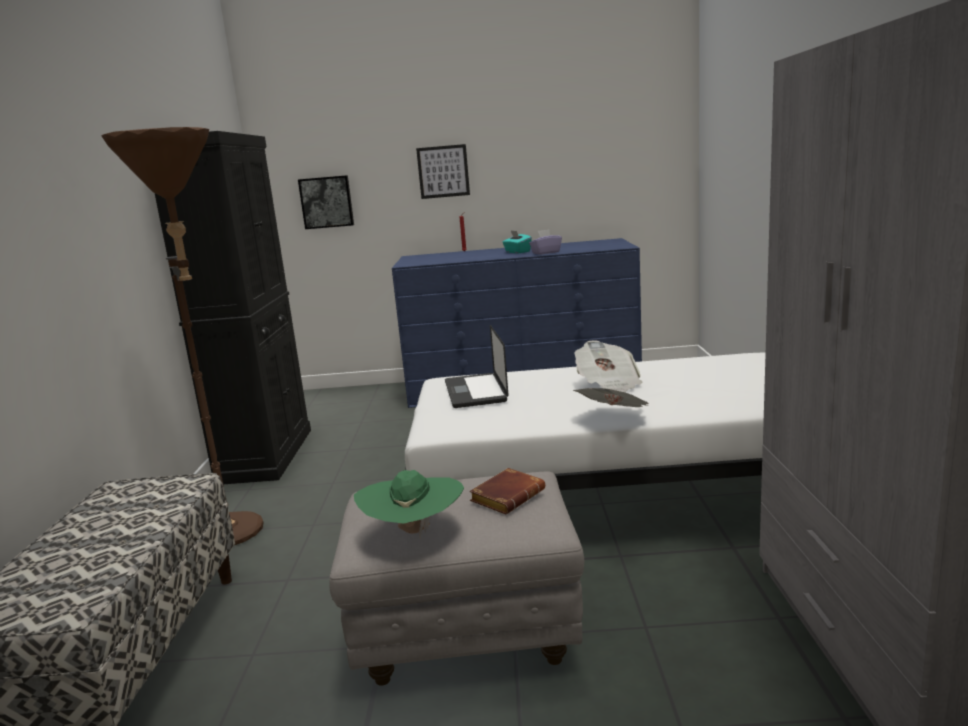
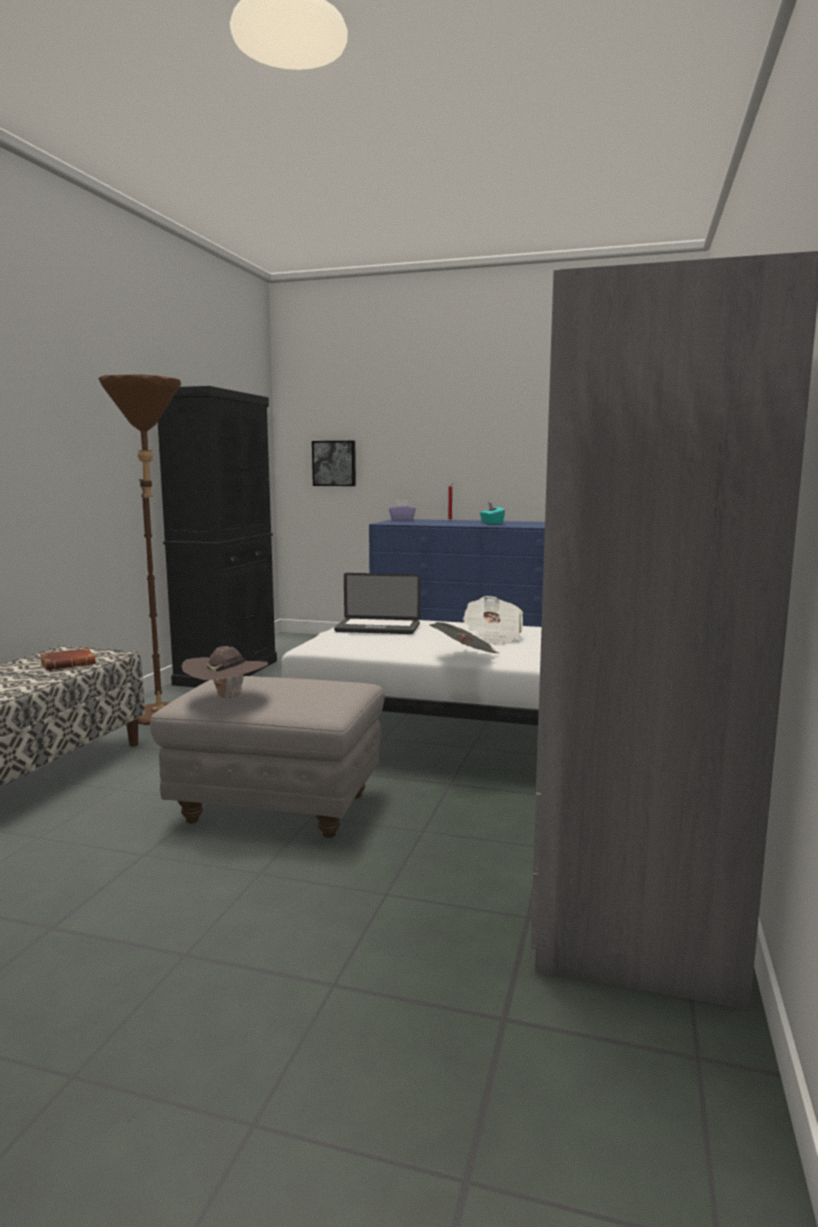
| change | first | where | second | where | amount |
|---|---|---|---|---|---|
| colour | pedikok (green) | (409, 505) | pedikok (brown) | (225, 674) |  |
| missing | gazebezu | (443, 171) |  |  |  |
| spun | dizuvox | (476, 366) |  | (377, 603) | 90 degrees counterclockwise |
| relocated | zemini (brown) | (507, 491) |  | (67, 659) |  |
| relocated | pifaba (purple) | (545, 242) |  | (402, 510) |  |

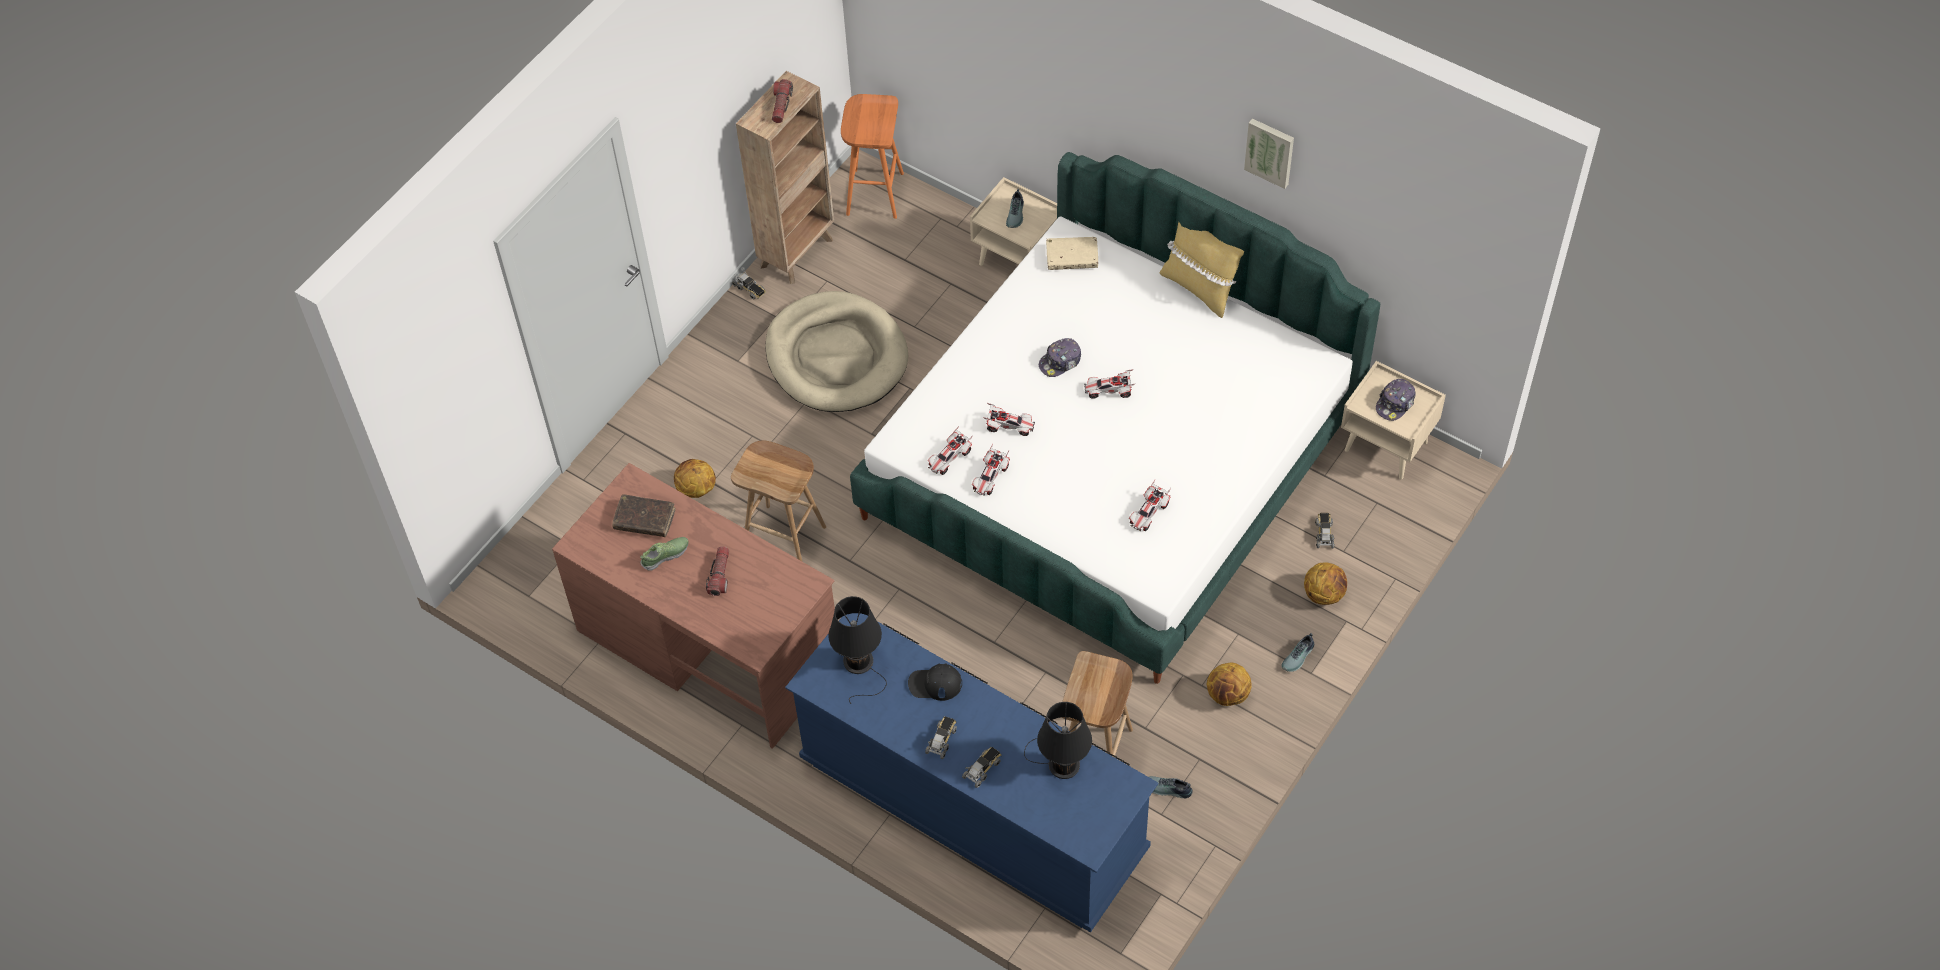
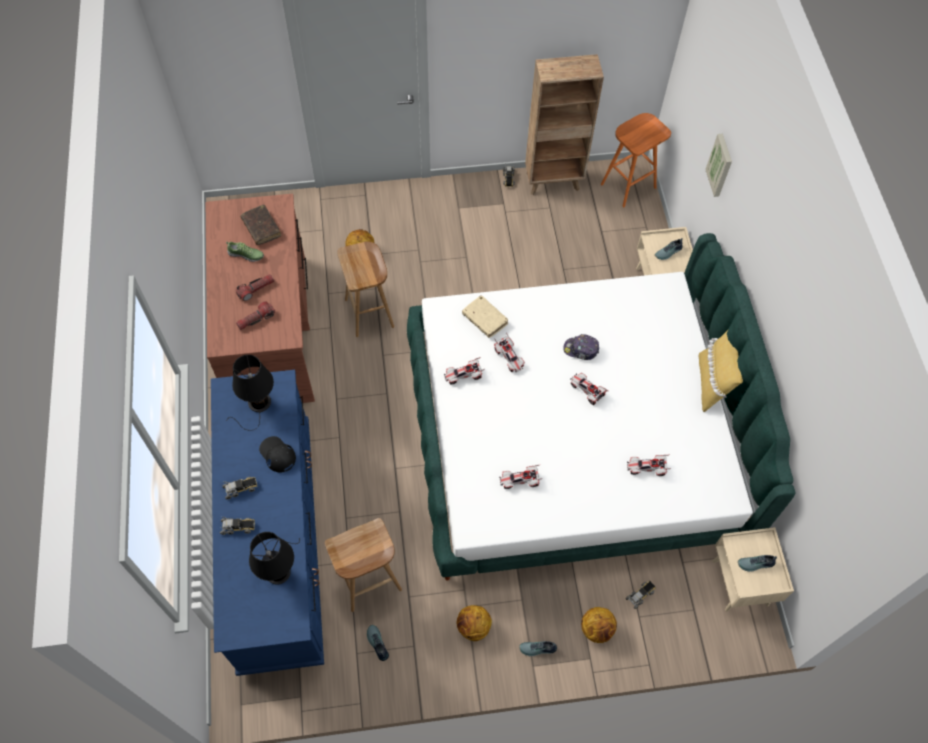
| change | first | where | second | where | amount |
|---|---|---|---|---|---|
| missing | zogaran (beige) | (836, 351) |  |  |  |
| relocated | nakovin | (782, 101) |  | (255, 315) |  |
| relocated | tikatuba | (950, 450) |  | (649, 465) |  |
| relocated | zemini (beige) | (1072, 253) |  | (485, 316) |  |
| relocated | gazebezu | (1269, 153) |  | (718, 165) |  |
| exchanged | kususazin | (1396, 400) | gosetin | (757, 563) |  |

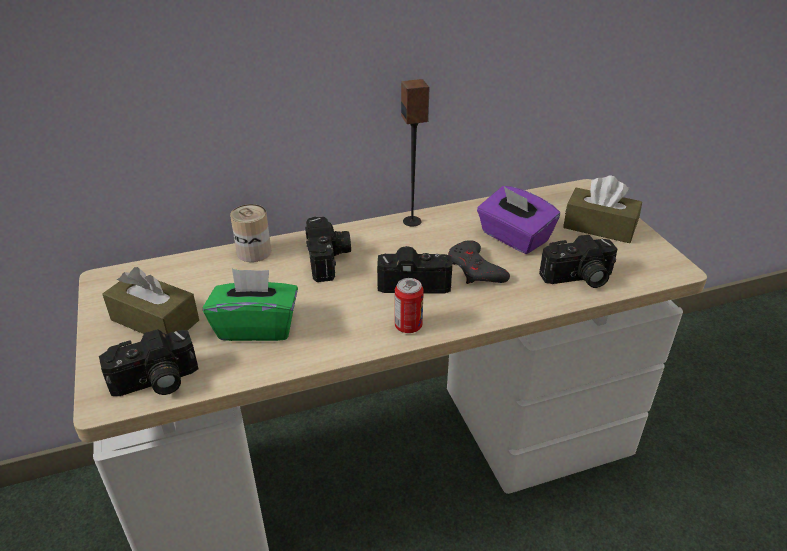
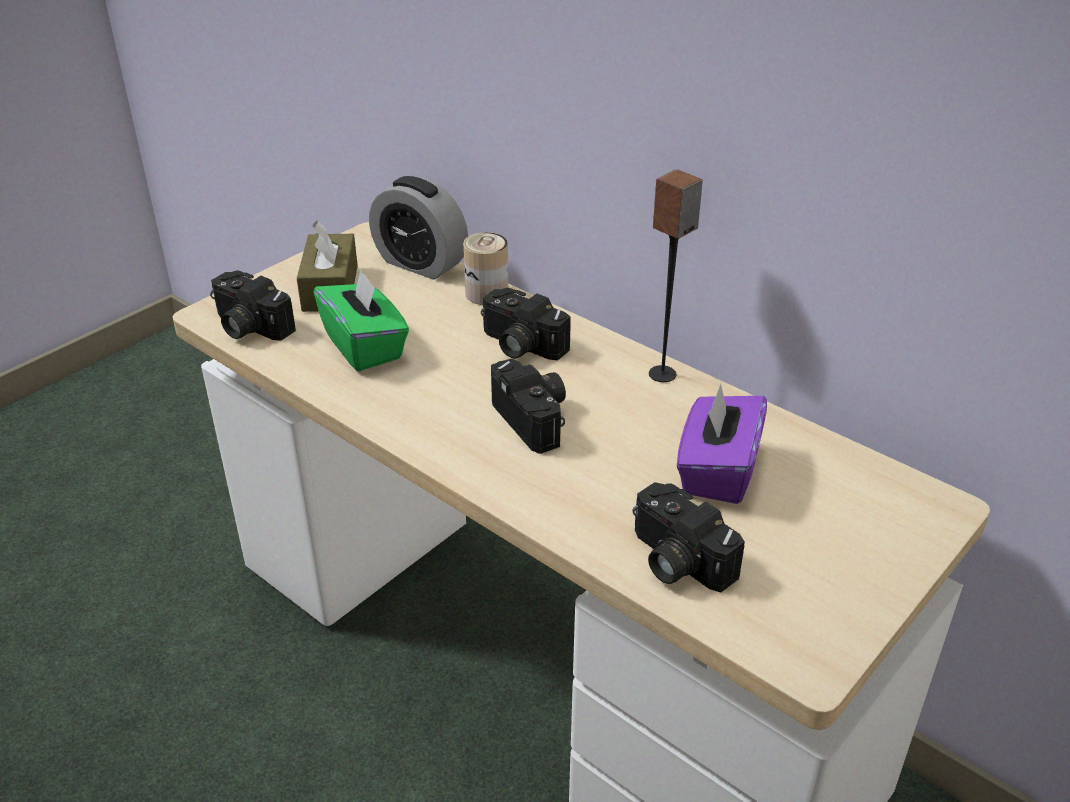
| change | first | where | second | where | amount |
|---|---|---|---|---|---|
| spun | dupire | (328, 249) |  | (526, 324) | 75 degrees clockwise |
| missing | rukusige | (409, 305) |  |  |  |
| missing | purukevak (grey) | (479, 262) |  |  |  |
| missing | pifaba (brown) | (602, 209) |  |  |  |
| appeared |  |  | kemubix | (418, 228) |  |

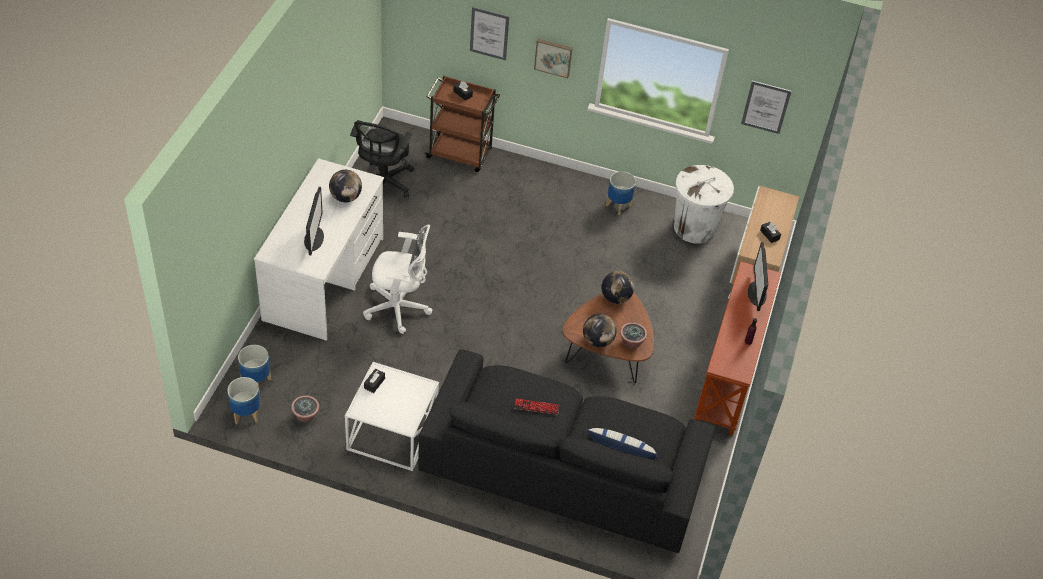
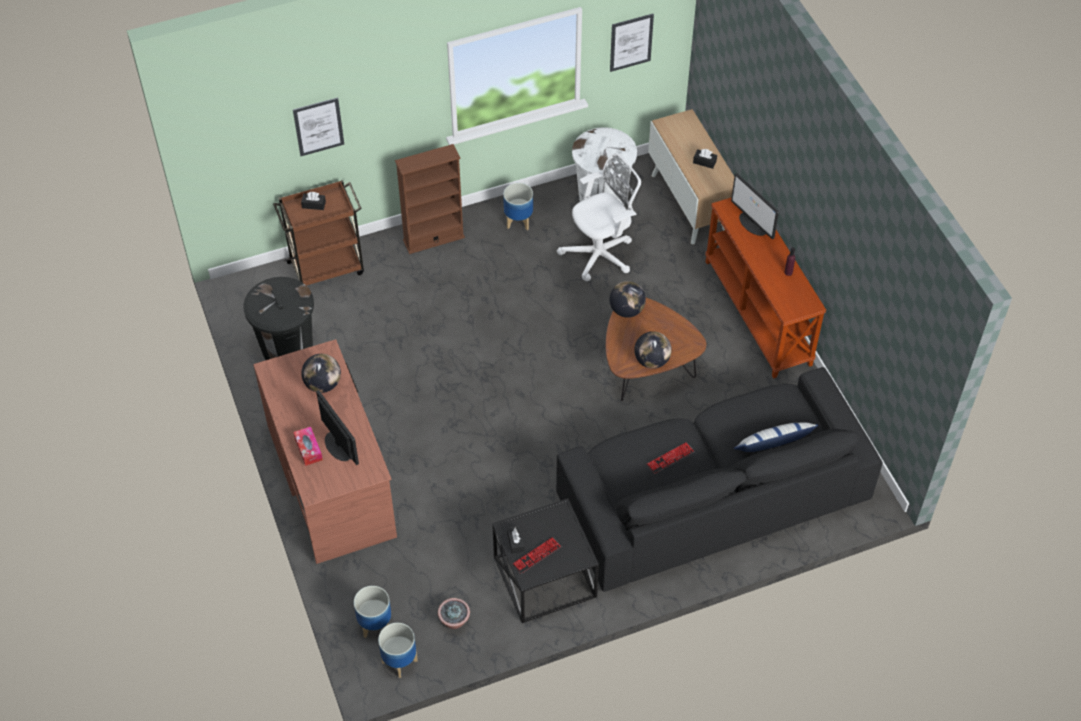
| change | first | where | second | where | amount |
|---|---|---|---|---|---|
| colour | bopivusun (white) | (319, 249) | bopivusun (brown) | (325, 451) |  |
| colour | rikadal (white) | (392, 416) | rikadal (black) | (545, 560) |  |
| exchanged | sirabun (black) | (382, 159) | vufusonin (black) | (279, 318) |  |
| relocated | sirabun (white) | (397, 279) |  | (599, 217) |  |
| missing | gazebezu | (553, 58) |  |  |  |
| missing | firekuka | (633, 336) |  |  |  |
| appeared |  |  | pifaba | (308, 446) |  |
| appeared |  |  | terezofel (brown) | (430, 199) |  |
| appeared |  |  | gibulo | (536, 555) |  |

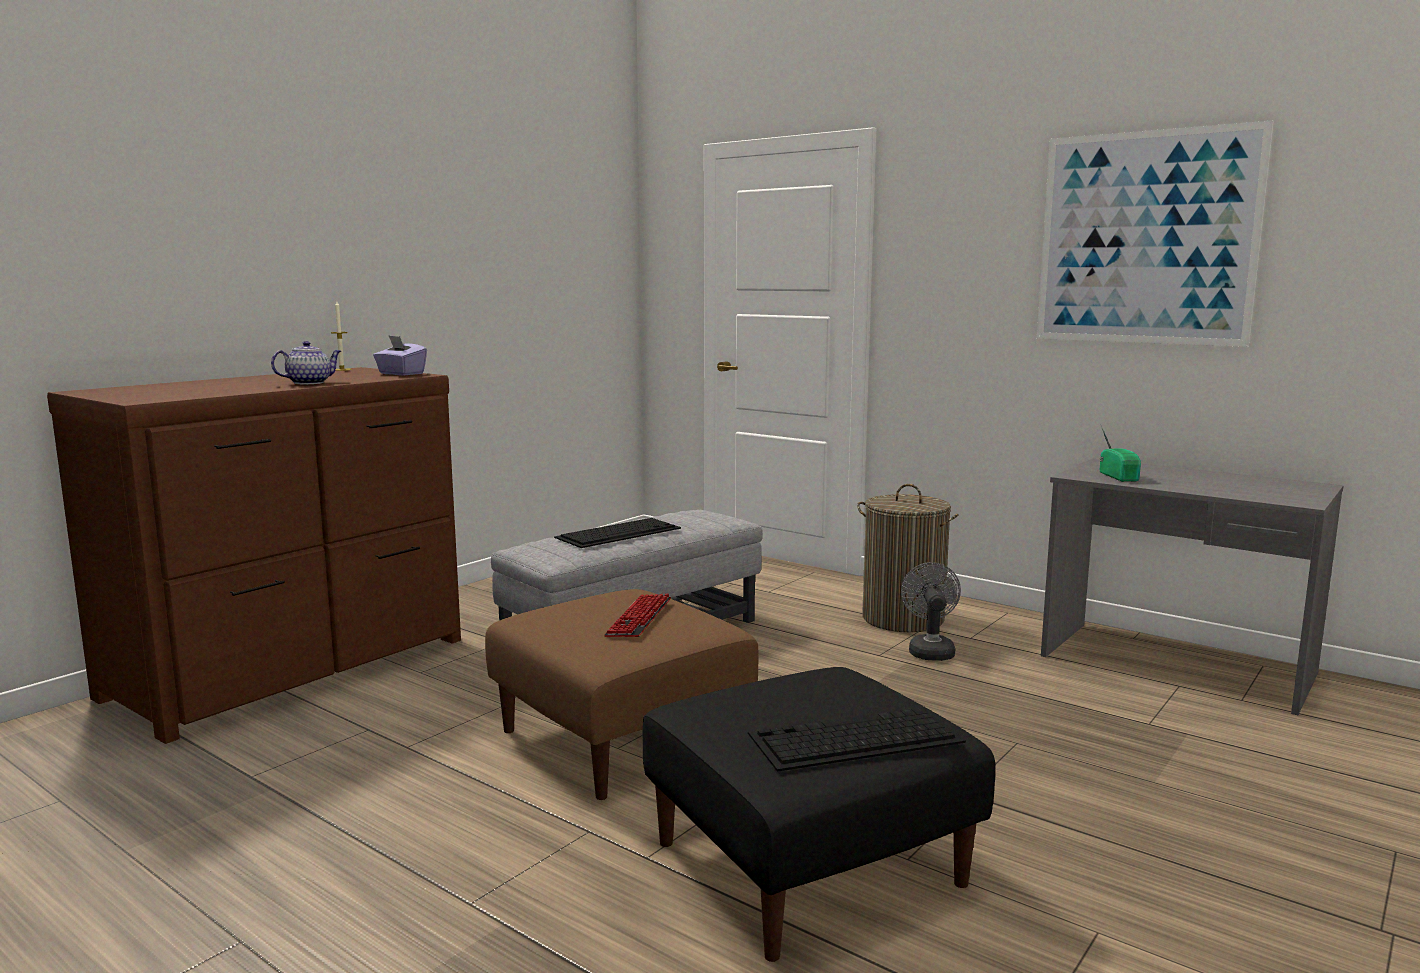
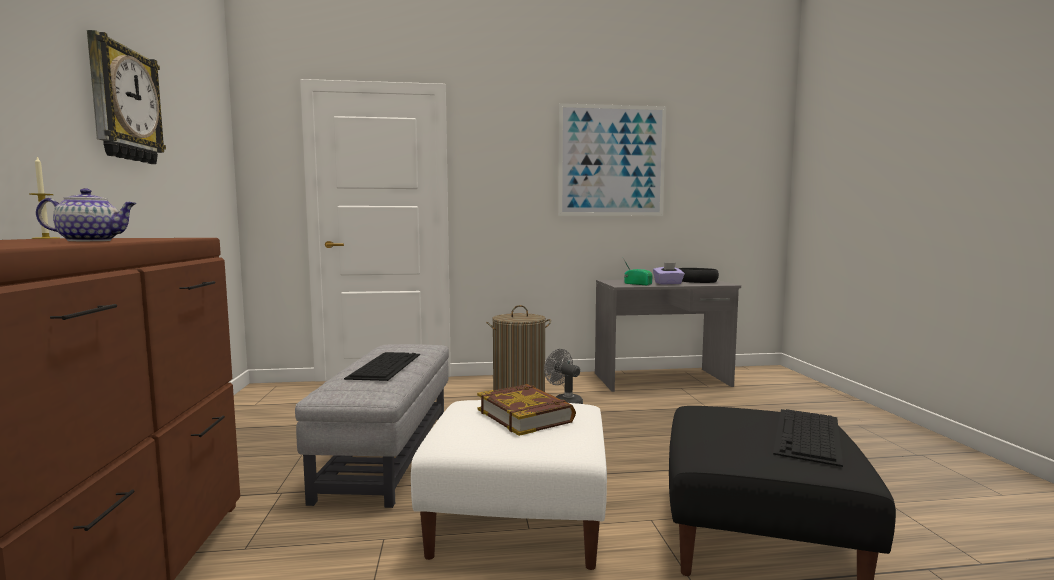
| change | first | where | second | where | amount |
|---|---|---|---|---|---|
| spun | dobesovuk | (306, 362) |  | (86, 214) | 75 degrees clockwise |
| relocated | pifaba (purple) | (400, 355) |  | (669, 274) |  |
| colour | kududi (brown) | (621, 694) | kududi (white) | (509, 485) |  |
| exchanged | gibulo | (637, 615) | zemini | (526, 410) |  |
| appeared |  |  | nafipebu | (126, 97) |  |
| appeared |  |  | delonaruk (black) | (699, 275) |  |

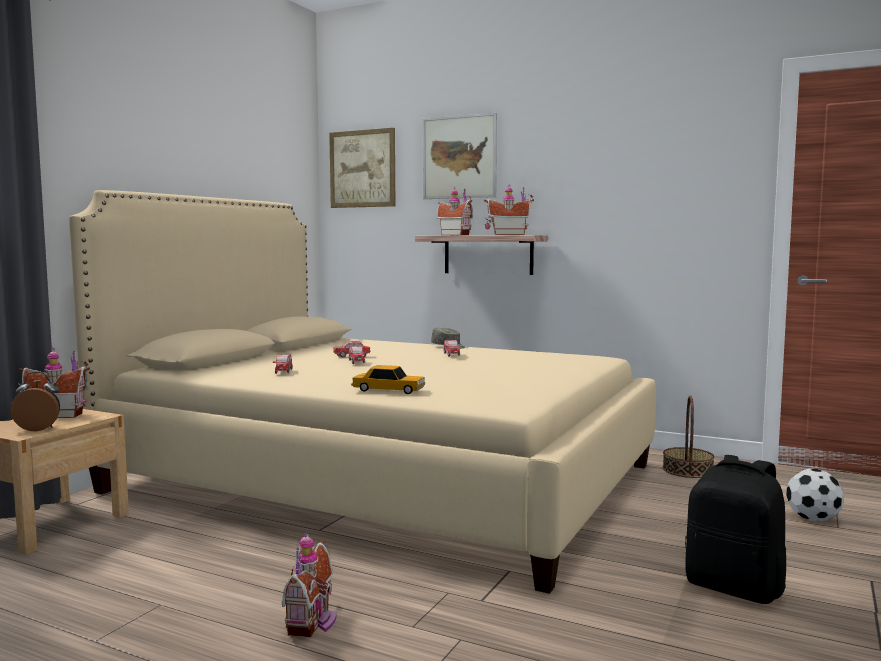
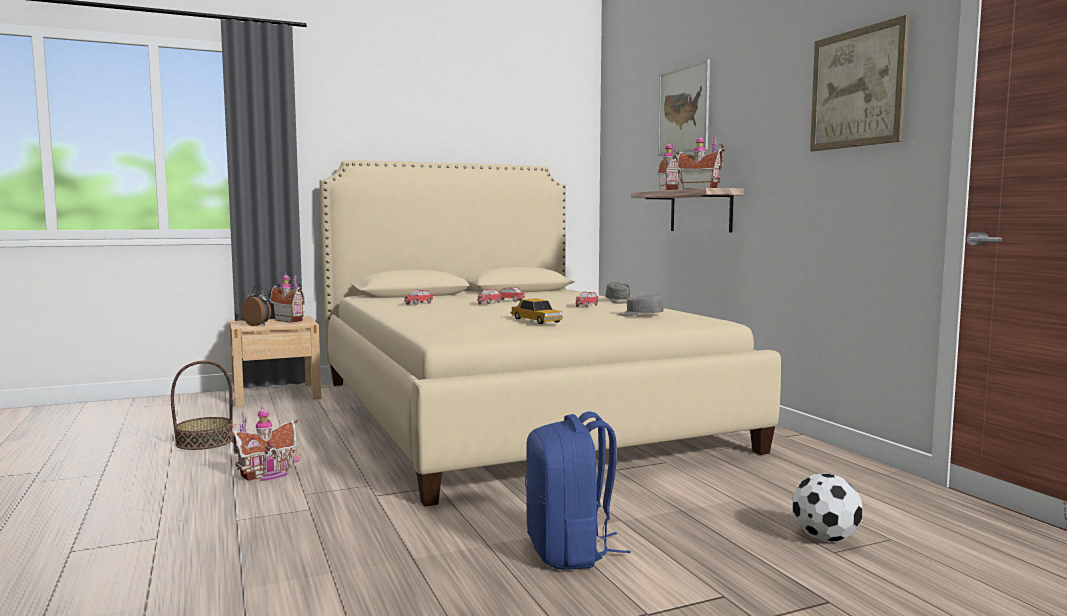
| change | first | where | second | where | amount |
|---|---|---|---|---|---|
| relocated | gazebezu | (362, 168) |  | (859, 83) |  |
| relocated | tikatuba | (388, 379) |  | (536, 311) |  |
| relocated | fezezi | (688, 436) |  | (202, 405) |  |
| colour | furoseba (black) | (735, 529) | furoseba (blue) | (578, 490) |  |
| appeared |  |  | kususazin (grey) | (641, 305) |  |

